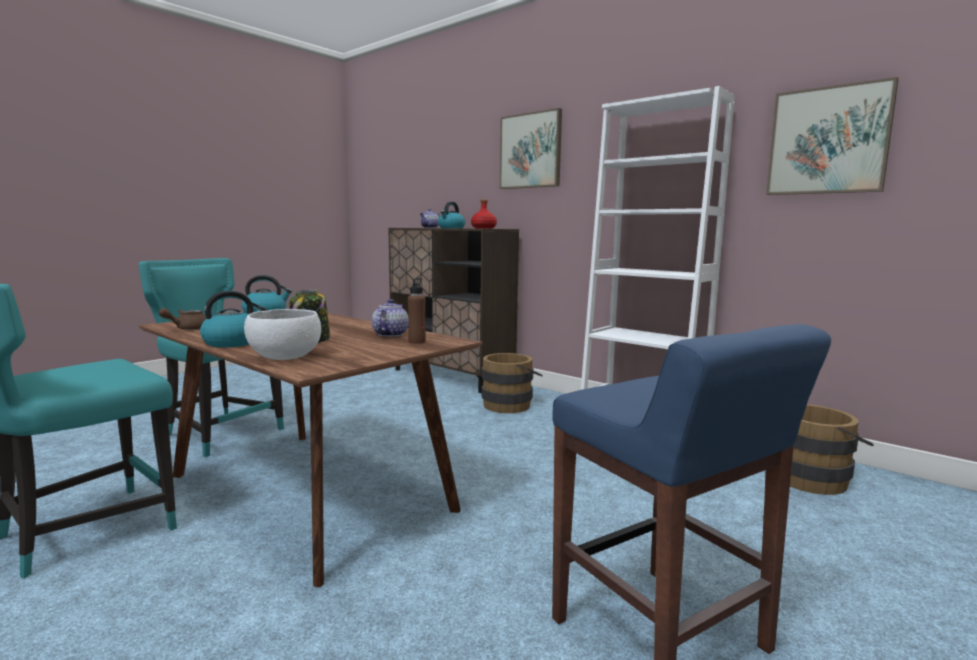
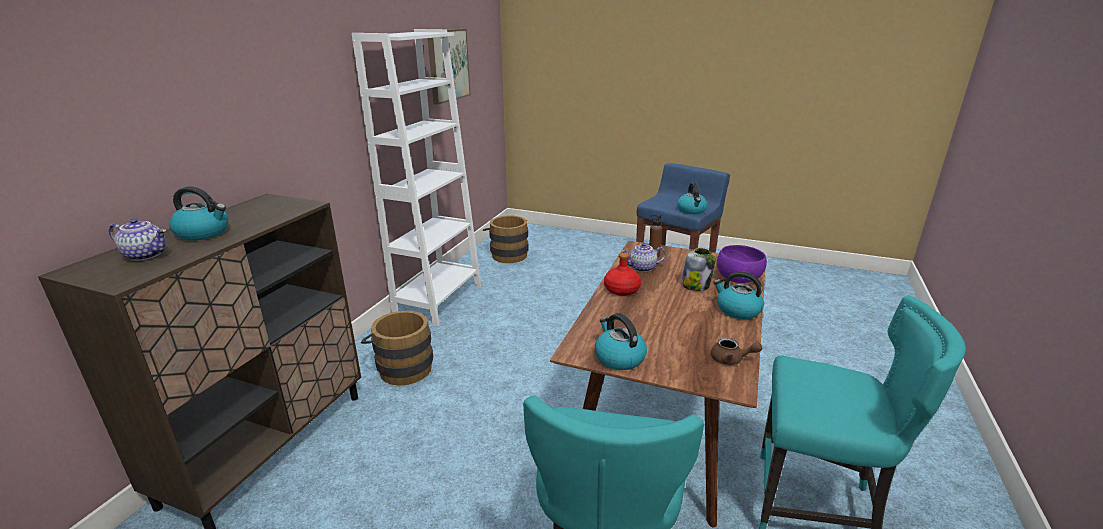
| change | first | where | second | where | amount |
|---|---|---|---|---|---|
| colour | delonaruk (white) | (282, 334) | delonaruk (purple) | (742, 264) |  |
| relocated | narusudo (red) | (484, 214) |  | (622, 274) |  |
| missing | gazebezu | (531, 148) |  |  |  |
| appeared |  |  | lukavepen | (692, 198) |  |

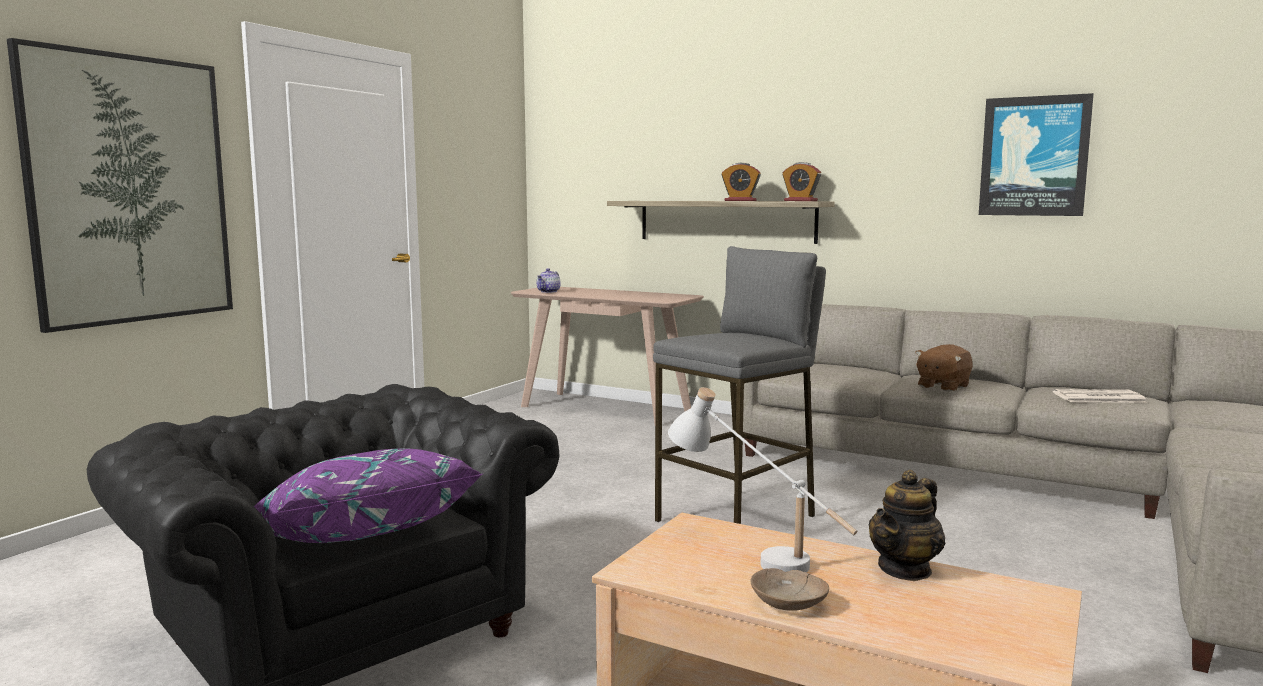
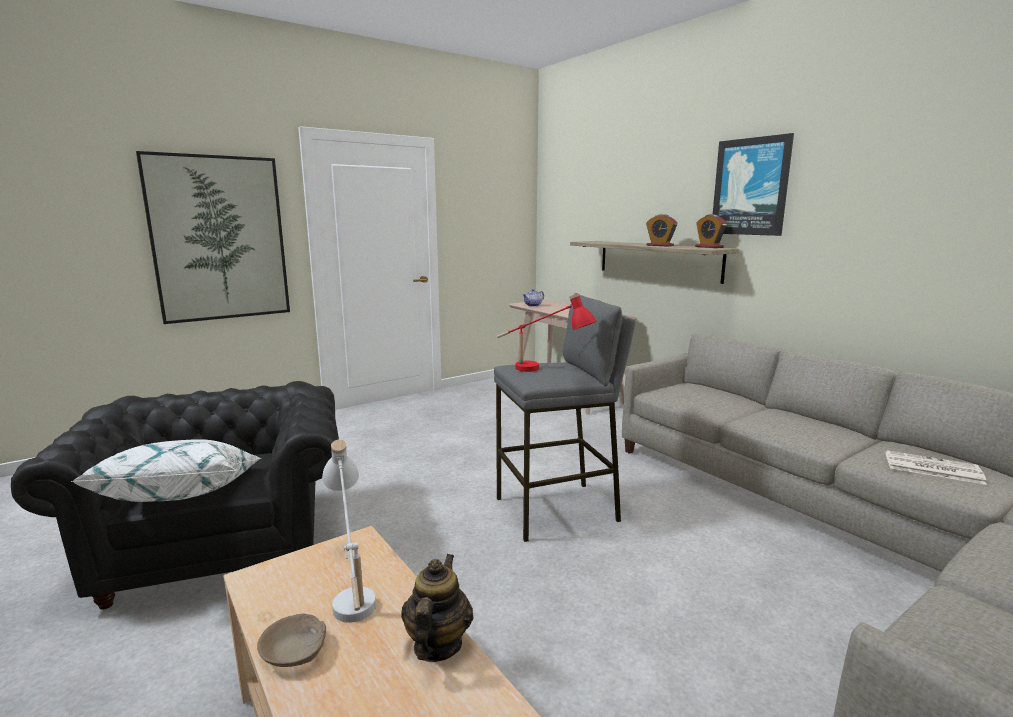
| change | first | where | second | where | amount |
|---|---|---|---|---|---|
| colour | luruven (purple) | (368, 495) | luruven (white) | (166, 470) |  |
| spun | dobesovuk | (907, 525) |  | (437, 608) | 120 degrees clockwise |
| missing | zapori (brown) | (944, 368) |  |  |  |
| relocated | gazebezu | (1036, 154) |  | (753, 184) |  |
| appeared |  |  | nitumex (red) | (547, 332) |  |

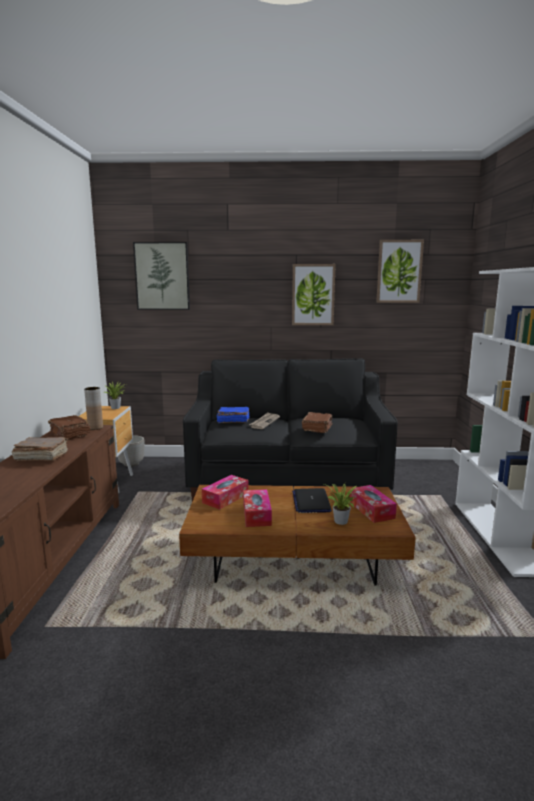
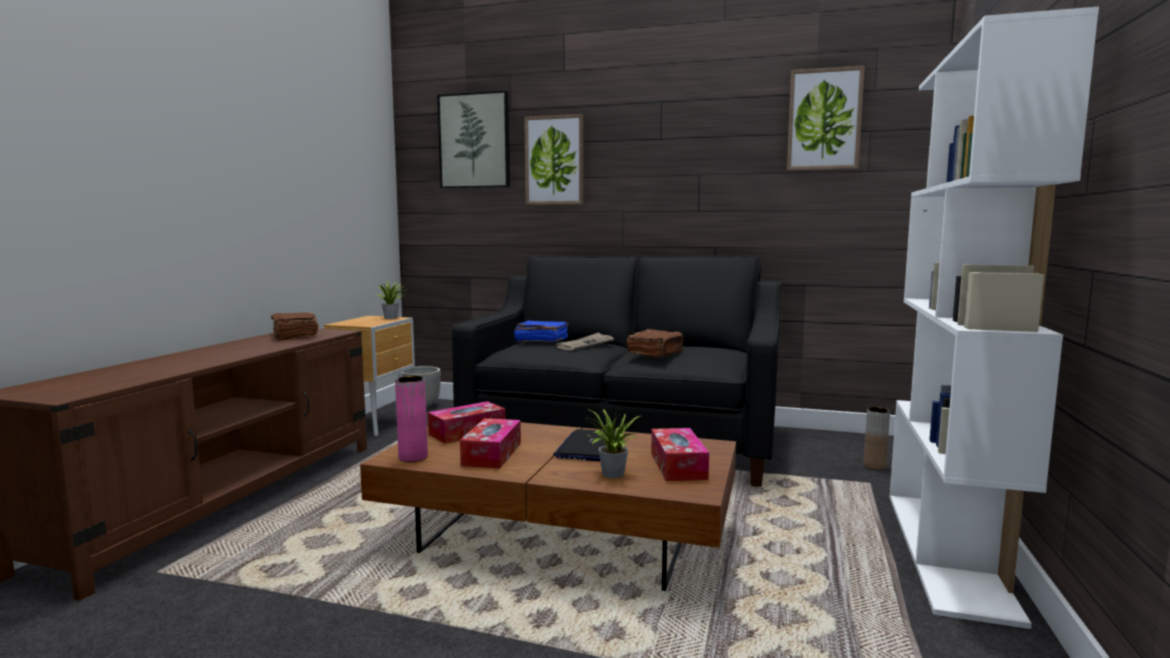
| change | first | where | second | where | amount |
|---|---|---|---|---|---|
| missing | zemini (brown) | (40, 449) |  |  |  |
| relocated | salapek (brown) | (93, 408) |  | (877, 438) |  |
| relocated | gazebezu | (314, 294) |  | (554, 159) |  |
| appeared |  |  | salapek (pink) | (411, 419) |  |

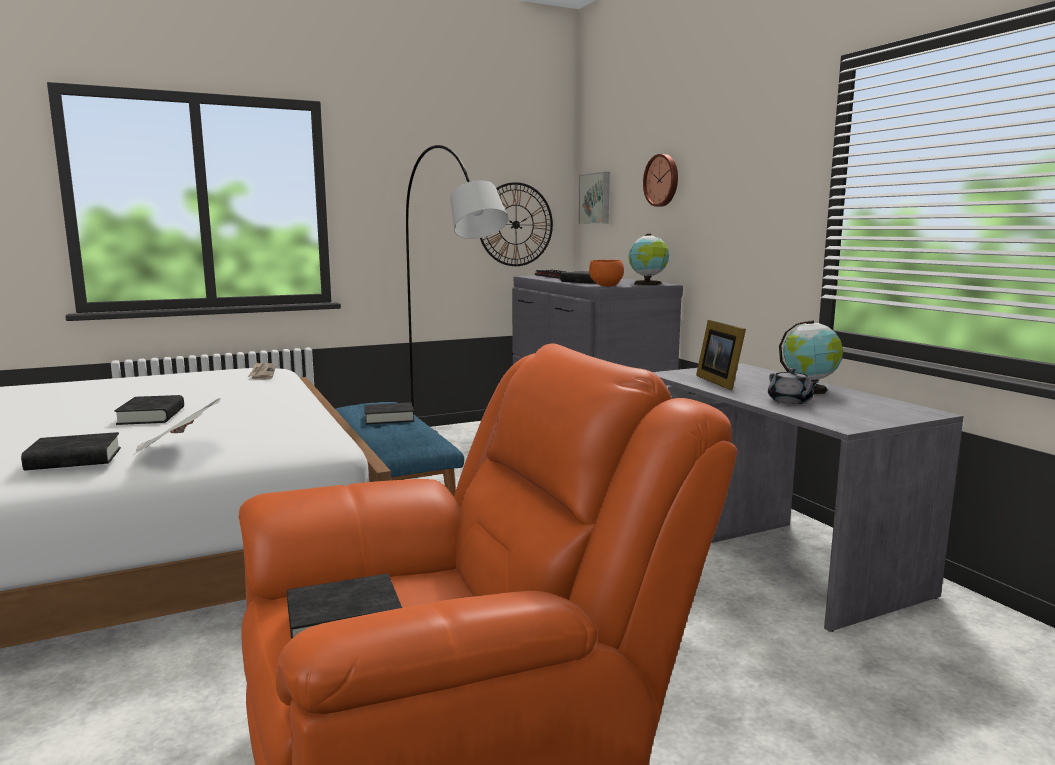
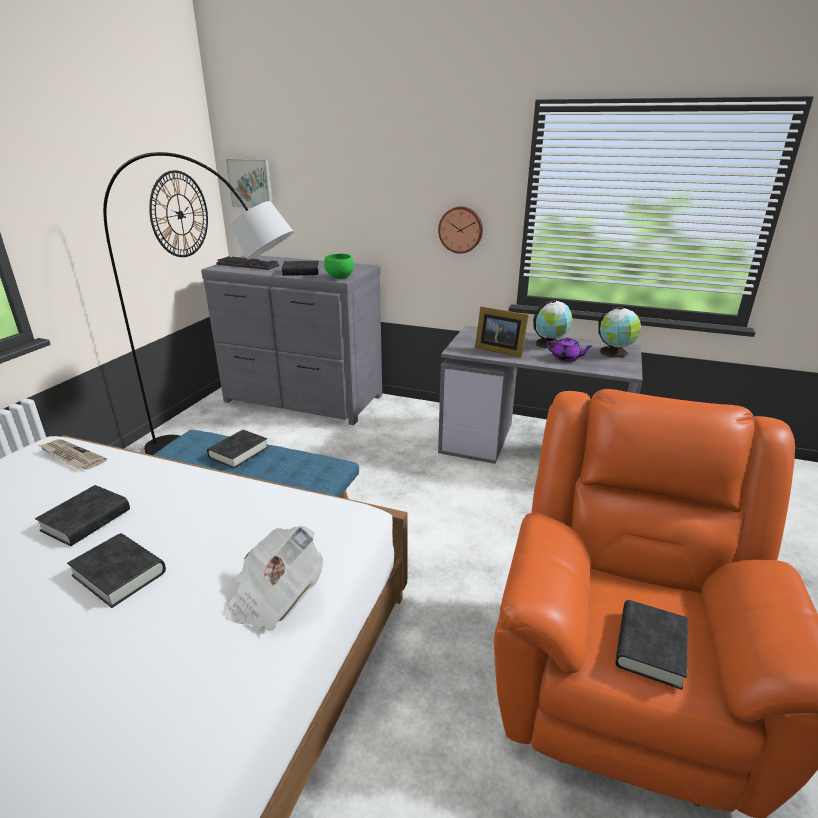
| change | first | where | second | where | amount |
|---|---|---|---|---|---|
| relocated | zemini (black) | (71, 451) |  | (82, 515) |  |
| colour | delonaruk (orange) | (606, 273) | delonaruk (green) | (339, 266) |  |
| relocated | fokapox | (648, 259) |  | (619, 332) |  |
| relocated | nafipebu | (660, 180) |  | (460, 230) |  |
| colour | dobesovuk (grey) | (793, 386) | dobesovuk (purple) | (569, 349) |  |

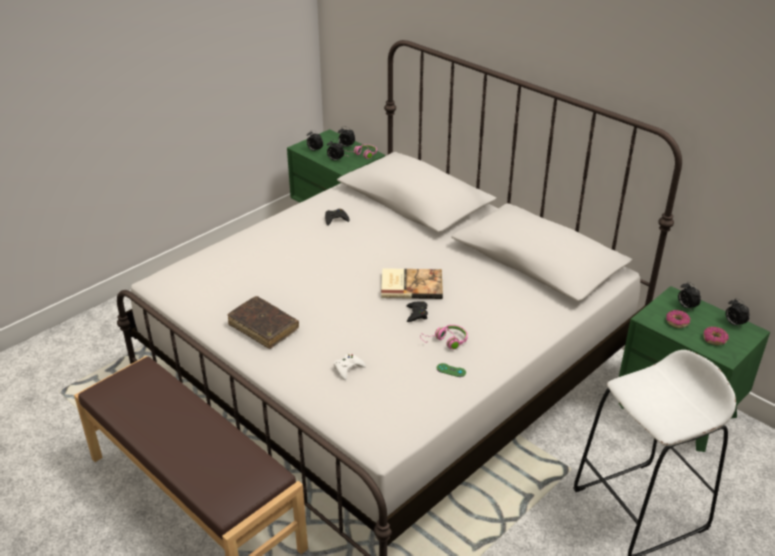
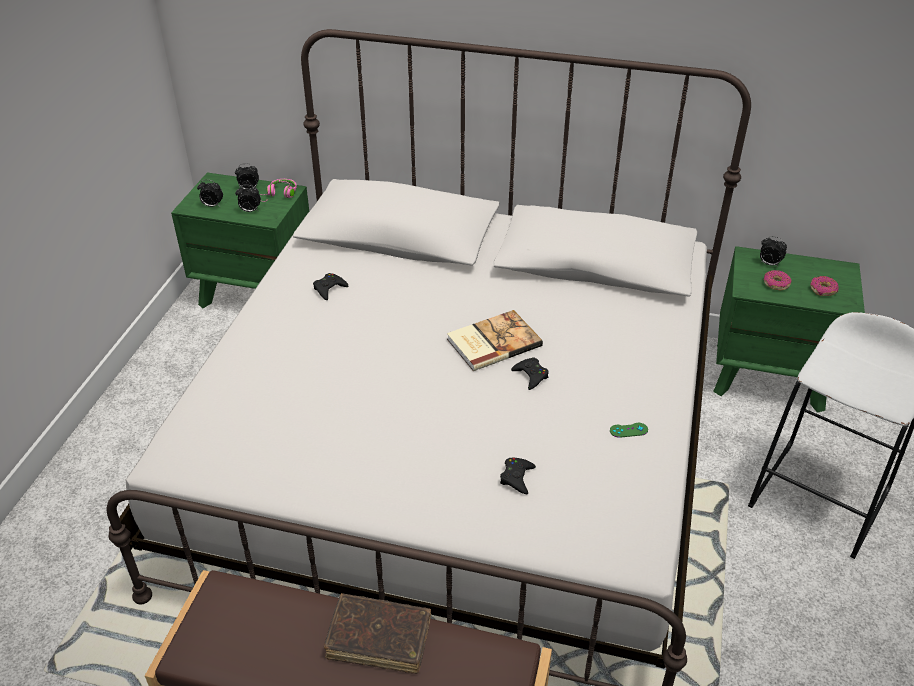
| change | first | where | second | where | amount |
|---|---|---|---|---|---|
| relocated | zemini (brown) | (263, 322) |  | (377, 633) |  |
| colour | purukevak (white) | (350, 367) | purukevak (black) | (518, 476) |  |
| missing | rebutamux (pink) | (444, 337) |  |  |  |
| missing | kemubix | (737, 313) |  |  |  |

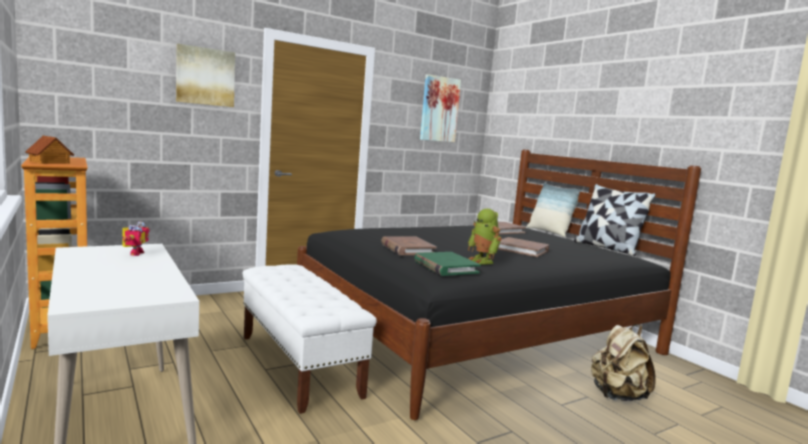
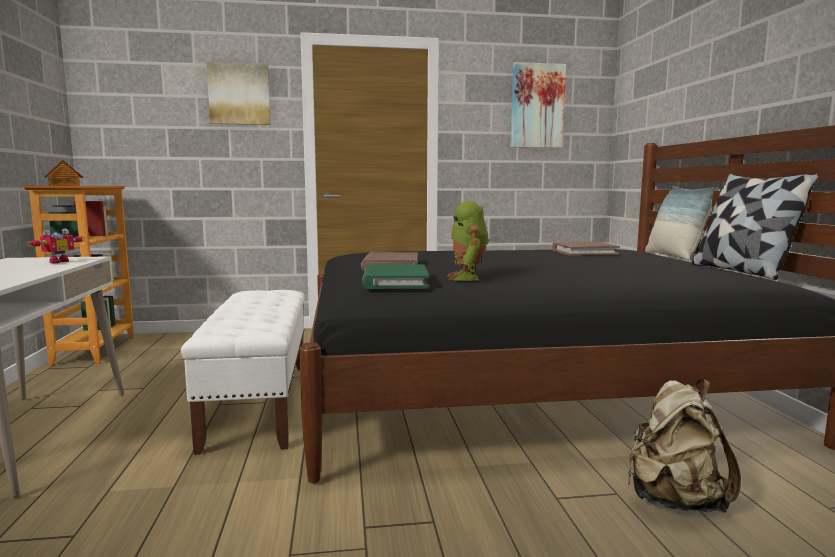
| change | first | where | second | where | amount |
|---|---|---|---|---|---|
| missing | zemini (brown) | (523, 247) |  |  |  |

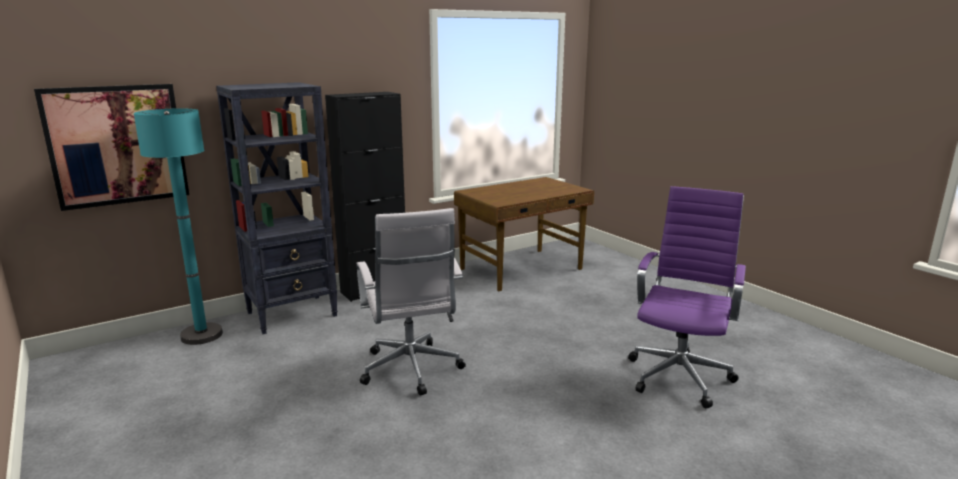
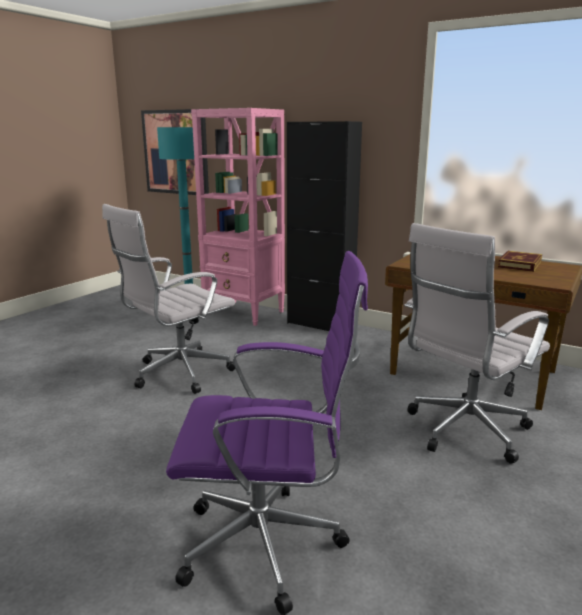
| change | first | where | second | where | amount |
|---|---|---|---|---|---|
| colour | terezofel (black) | (277, 208) | terezofel (pink) | (238, 217) |  |
| appeared |  |  | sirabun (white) | (477, 343) |  |
| appeared |  |  | zemini | (519, 261) |  |

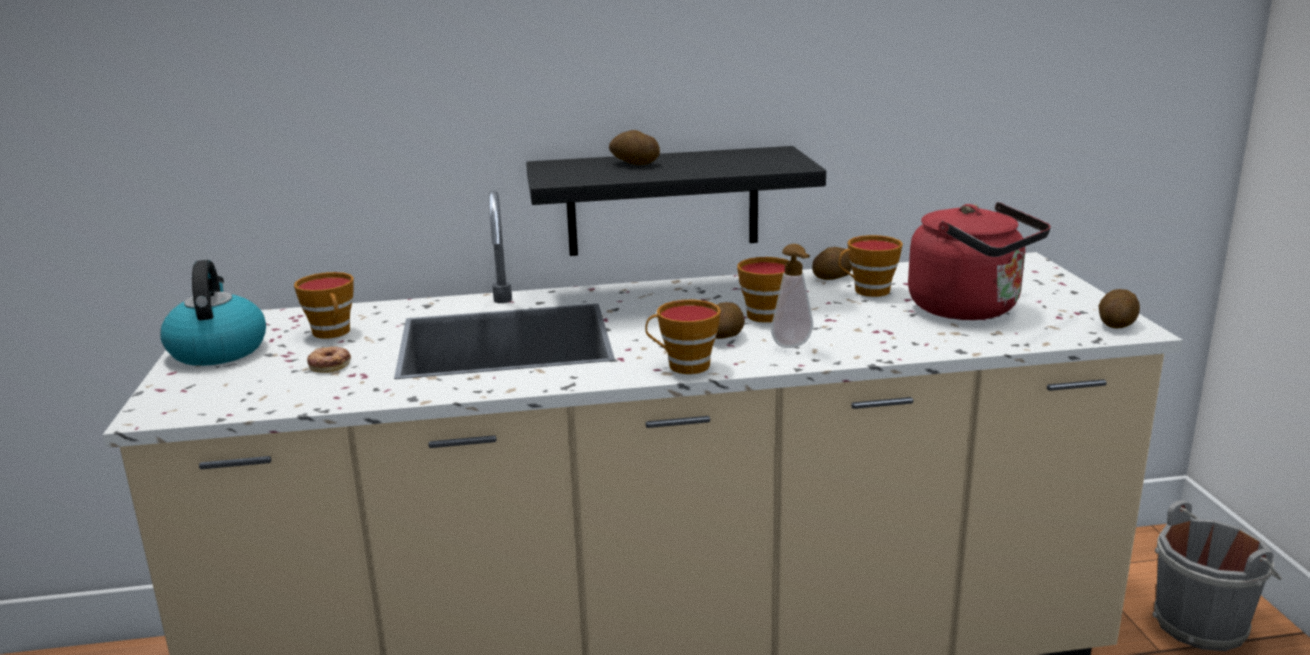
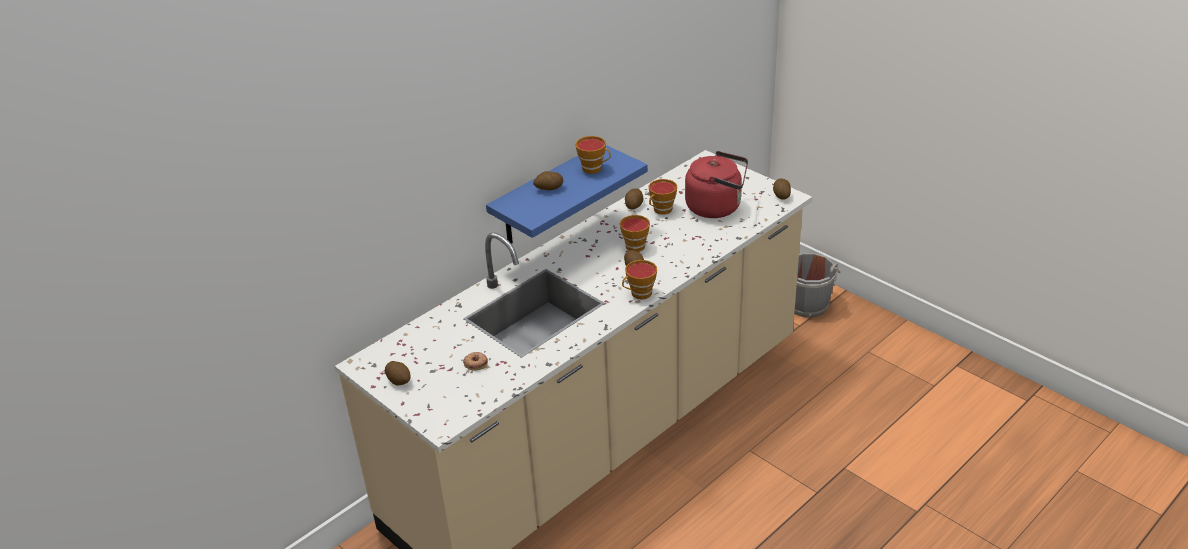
| change | first | where | second | where | amount |
|---|---|---|---|---|---|
| exchanged | lukavepen | (213, 313) | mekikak | (398, 373) |  |
| relocated | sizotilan | (324, 305) |  | (593, 155) |  |
| colour | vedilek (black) | (676, 201) | vedilek (blue) | (567, 194) |  |
| missing | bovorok | (792, 296) |  |  |  |

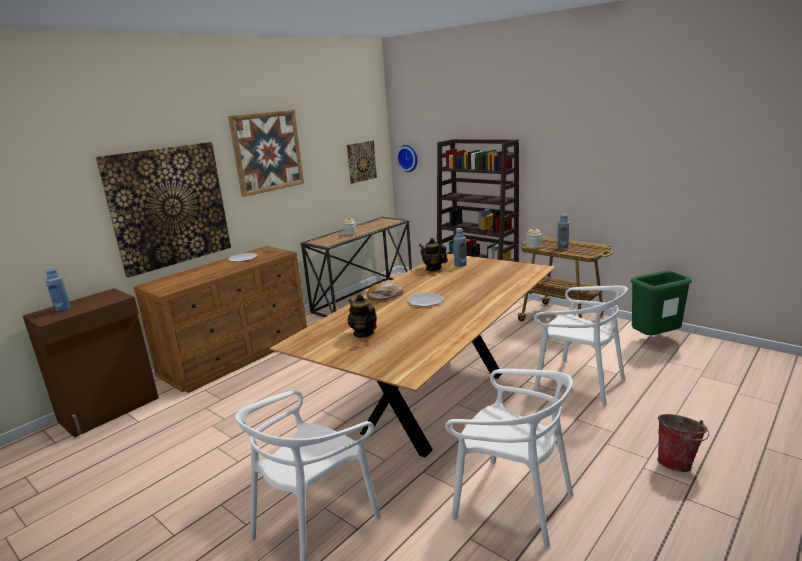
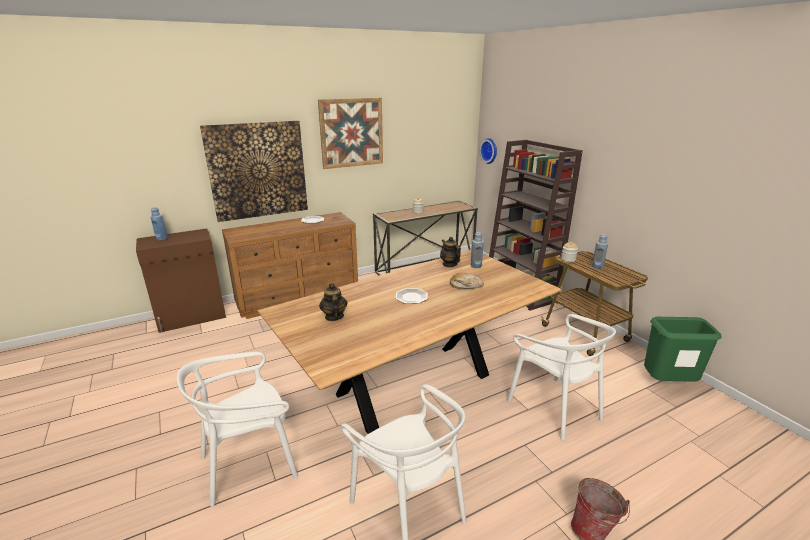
| change | first | where | second | where | amount |
|---|---|---|---|---|---|
| missing | gazebezu | (362, 162) |  |  |  |
| relocated | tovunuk | (385, 292) |  | (467, 281) |  |

